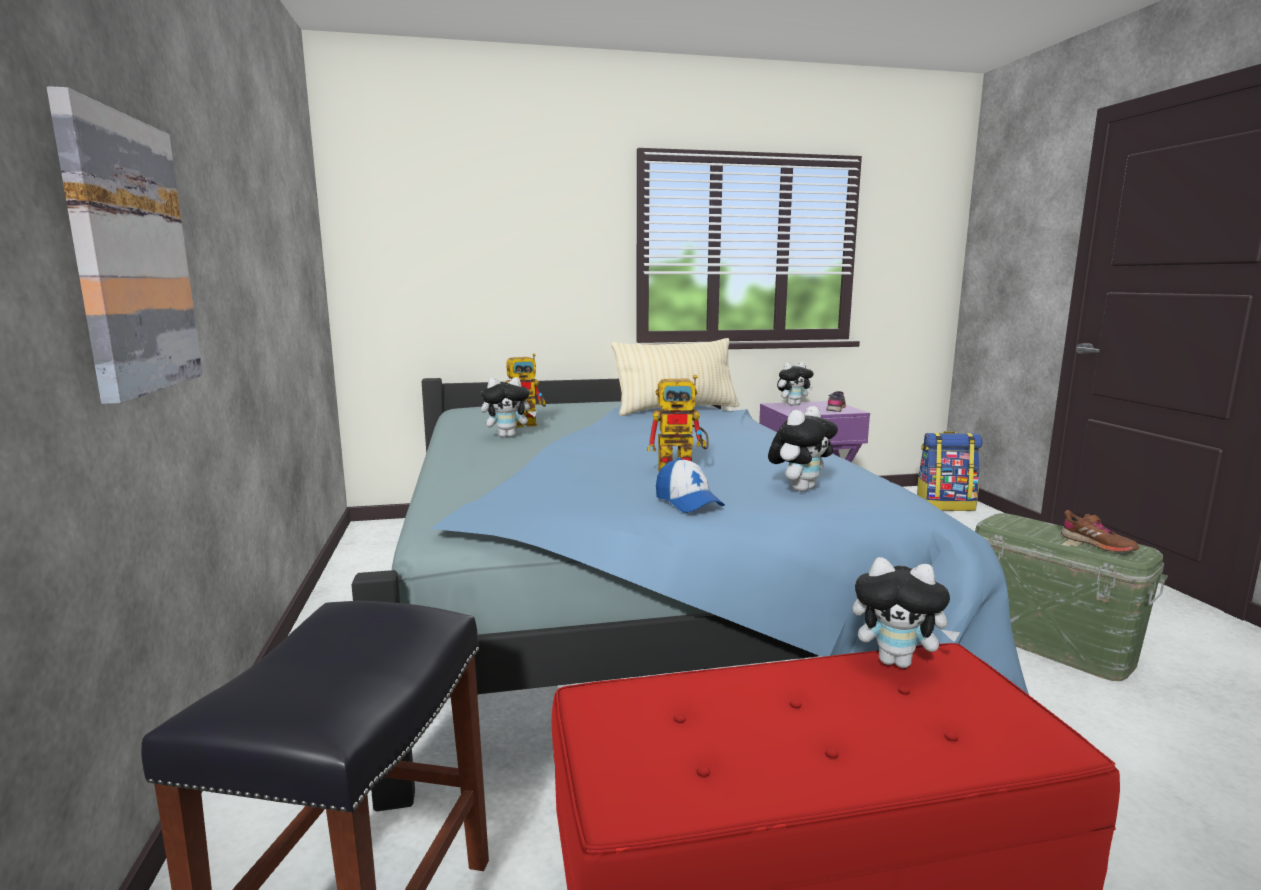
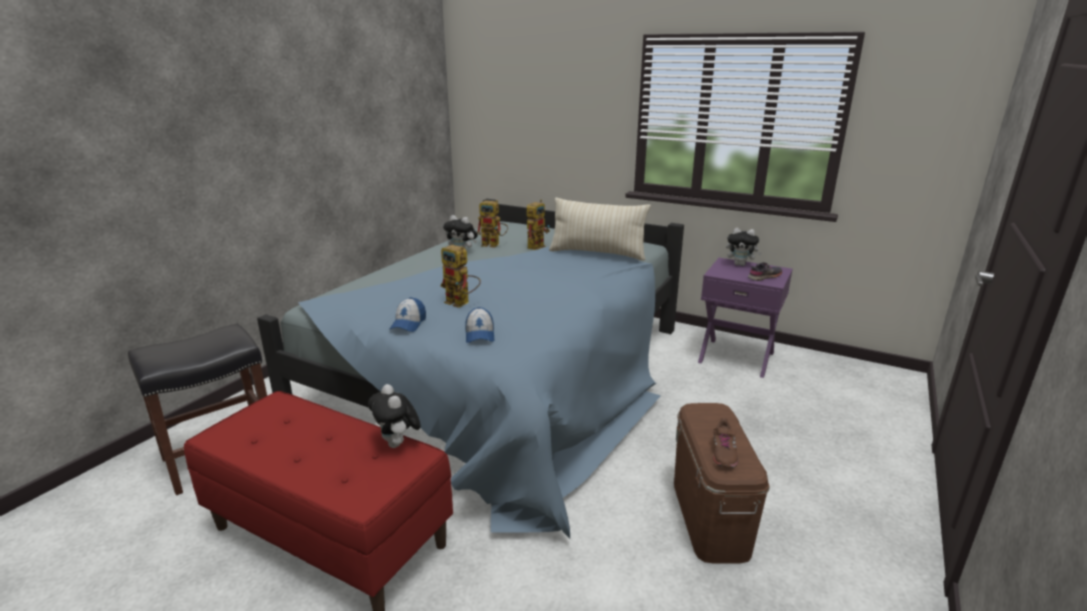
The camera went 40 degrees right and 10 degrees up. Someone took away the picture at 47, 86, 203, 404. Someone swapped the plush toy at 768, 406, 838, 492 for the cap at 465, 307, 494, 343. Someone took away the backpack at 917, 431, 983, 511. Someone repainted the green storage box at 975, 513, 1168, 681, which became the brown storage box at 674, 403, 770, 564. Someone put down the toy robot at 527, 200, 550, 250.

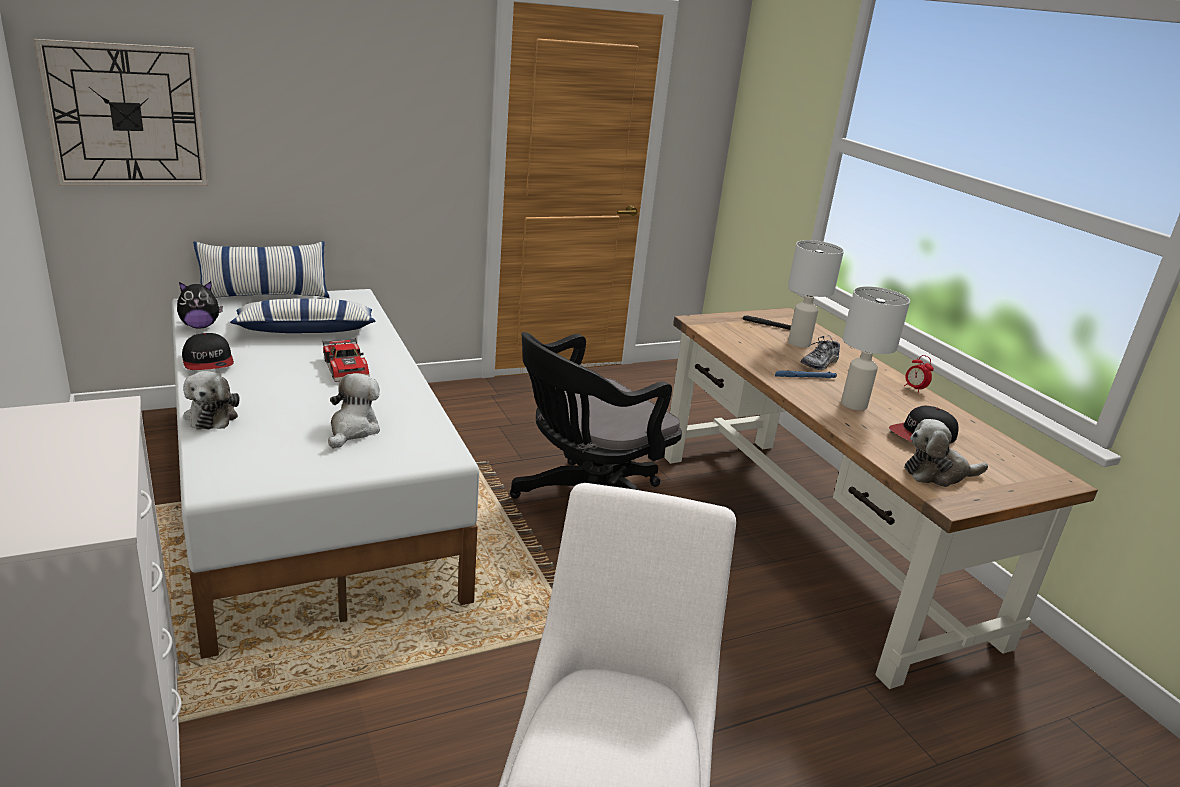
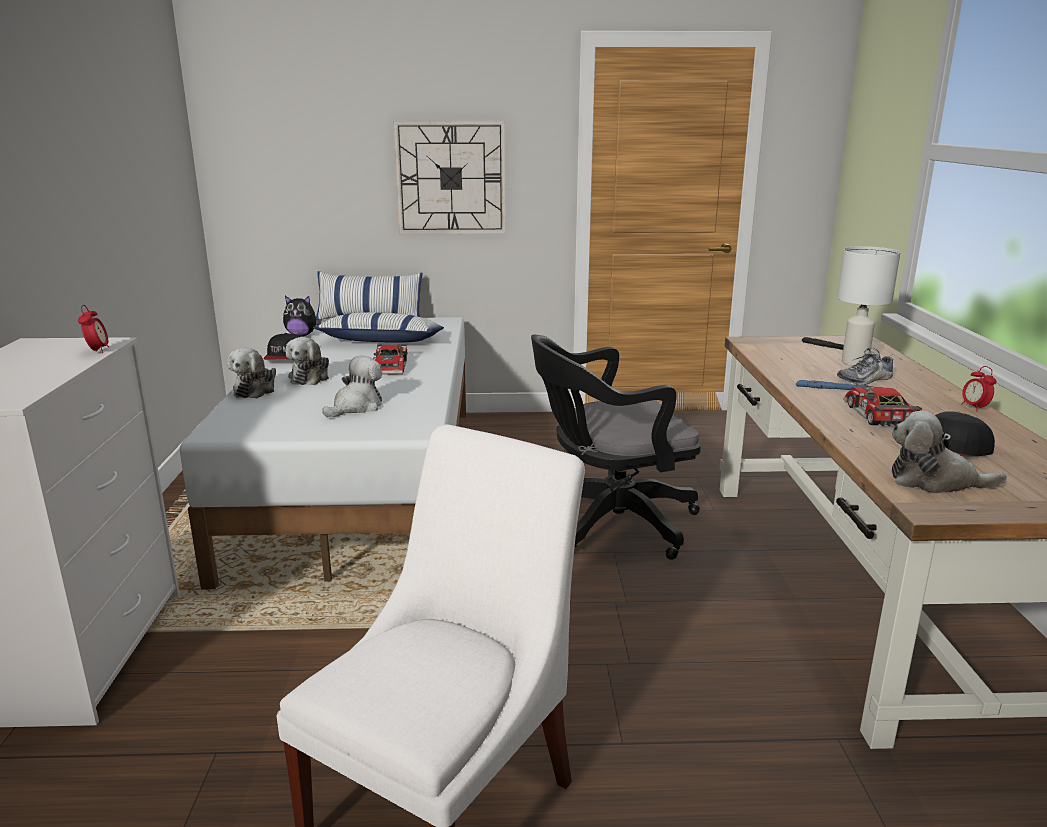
The camera went 25 degrees right and 5 degrees down. Someone carried the wall clock from 34, 39, 208, 186 to 393, 121, 506, 234. Someone swapped the white table lamp at 841, 286, 910, 410 for the toy car at 843, 387, 922, 426. Someone put down the alarm clock at 78, 305, 109, 353. Someone put down the plush toy at 286, 337, 329, 385.

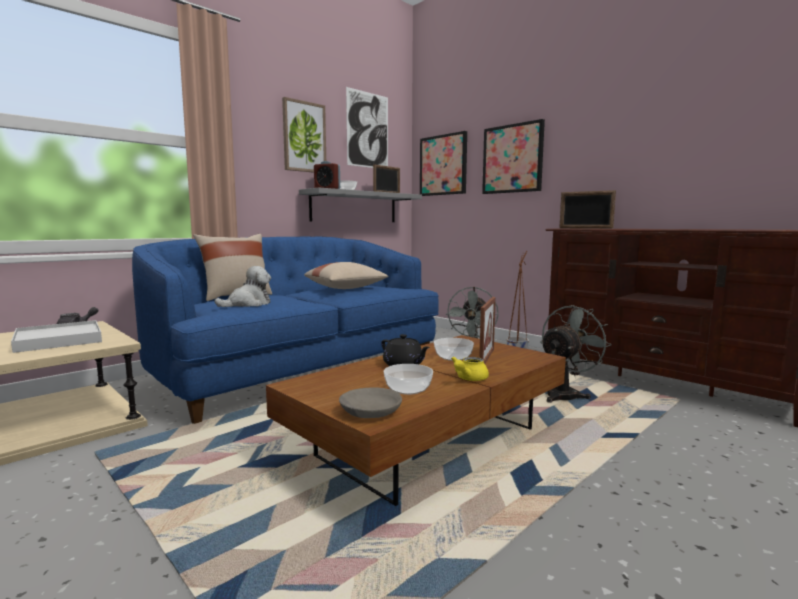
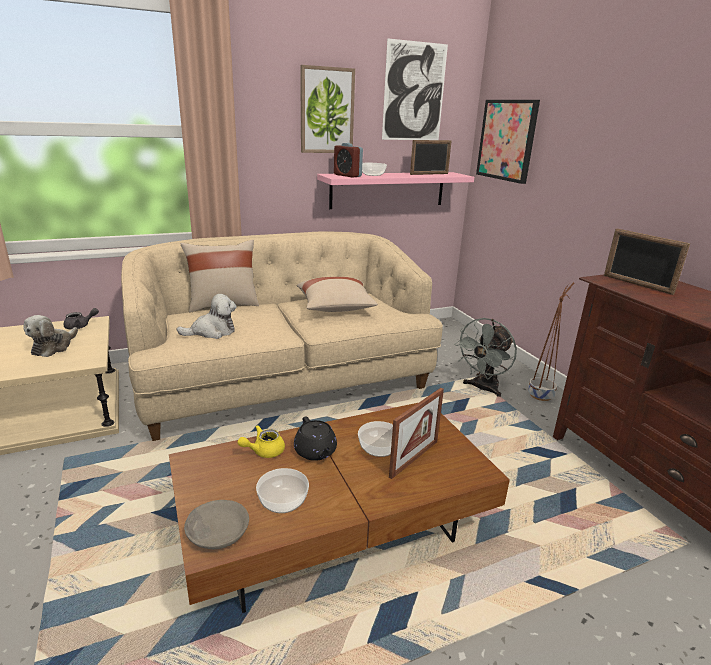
The camera went 20 degrees right and 15 degrees up. Someone swapped the white tray at 11, 320, 102, 353 for the plush toy at 23, 315, 78, 357. Someone repainted the blue sofa at 132, 236, 439, 424, which became the beige sofa at 121, 231, 443, 441. Someone repainted the grey shelf at 299, 188, 422, 222, which became the pink shelf at 317, 172, 474, 209. Someone carried the yellow teapot from 451, 357, 489, 381 to 237, 425, 285, 458. Someone took away the picture at 482, 119, 545, 194. Someone took away the grey fan at 540, 305, 612, 403.

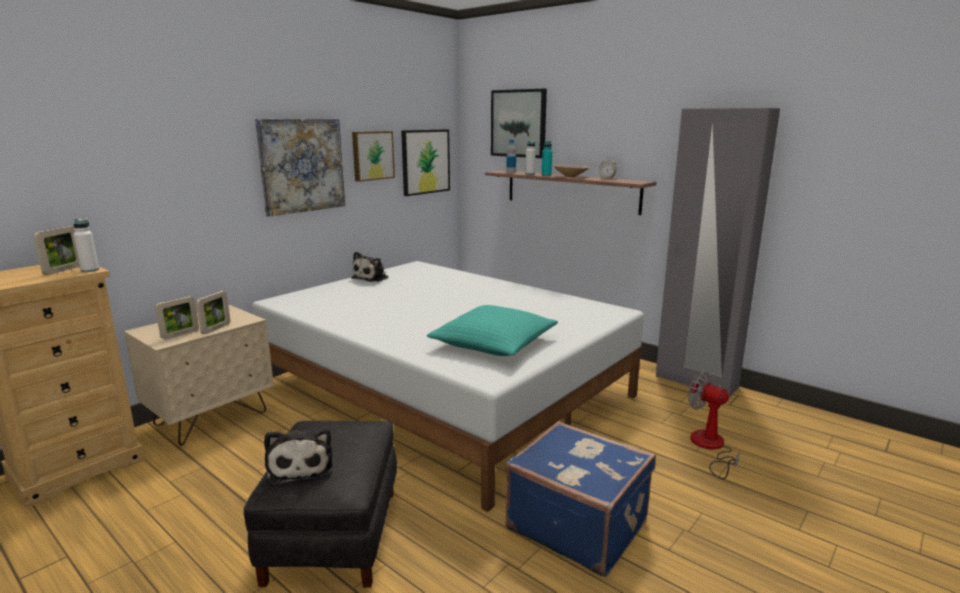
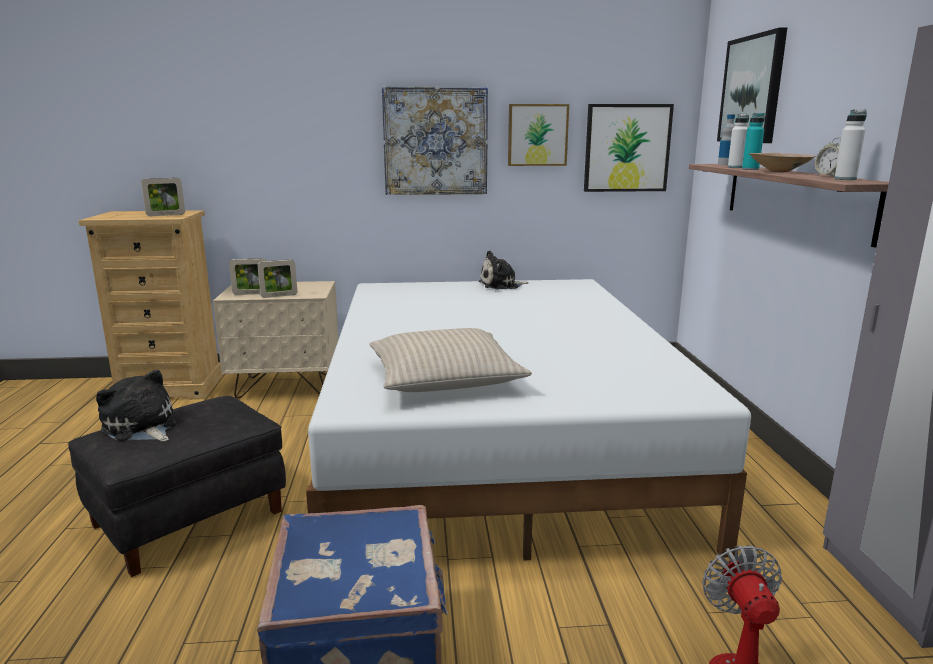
The camera went 45 degrees right and 0 degrees up. Someone carried the white bottle from 73, 218, 99, 272 to 834, 109, 867, 180. Someone rotated the plush toy at 264, 429, 333, 486 by 105 degrees clockwise. Someone repainted the turquoise pillow at 427, 305, 558, 356, which became the beige pillow at 369, 328, 532, 392.

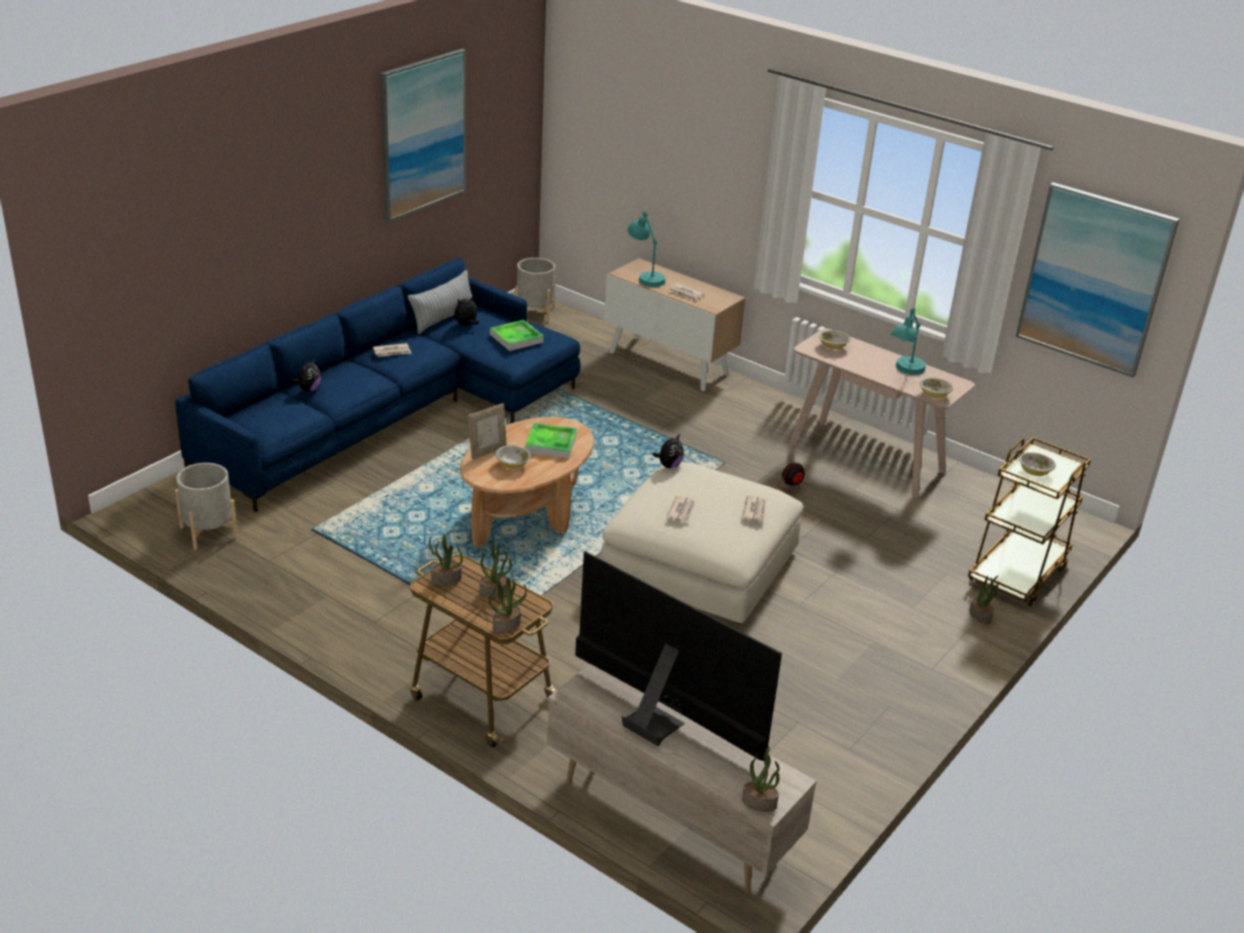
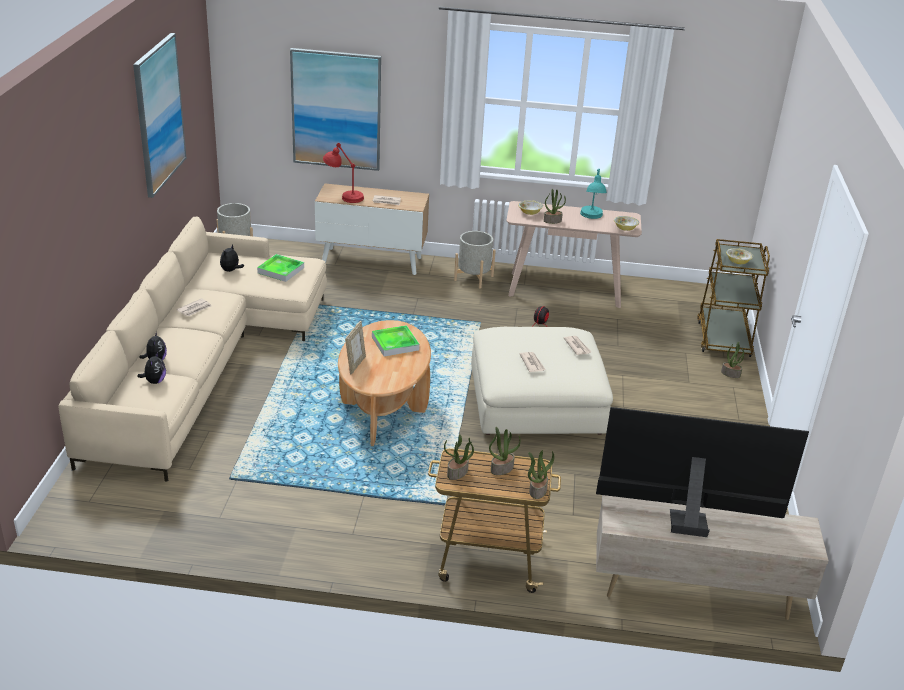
The camera went 30 degrees left and 0 degrees up. Someone repainted the blue sofa at 175, 258, 580, 512, which became the beige sofa at 58, 217, 327, 482. Someone carried the grey planter from 175, 463, 238, 550 to 454, 231, 496, 288. Someone took away the pillow at 408, 270, 476, 334. Someone took away the bowl at 495, 445, 531, 469. Someone repainted the turquoise table lamp at 627, 211, 665, 287, which became the red table lamp at 323, 143, 364, 203. Someone carried the plush toy from 653, 434, 684, 468 to 137, 352, 166, 384. Someone carried the potted plant from 742, 746, 780, 812 to 544, 189, 566, 224. Someone carried the picture from 1016, 182, 1180, 378 to 290, 48, 381, 171.

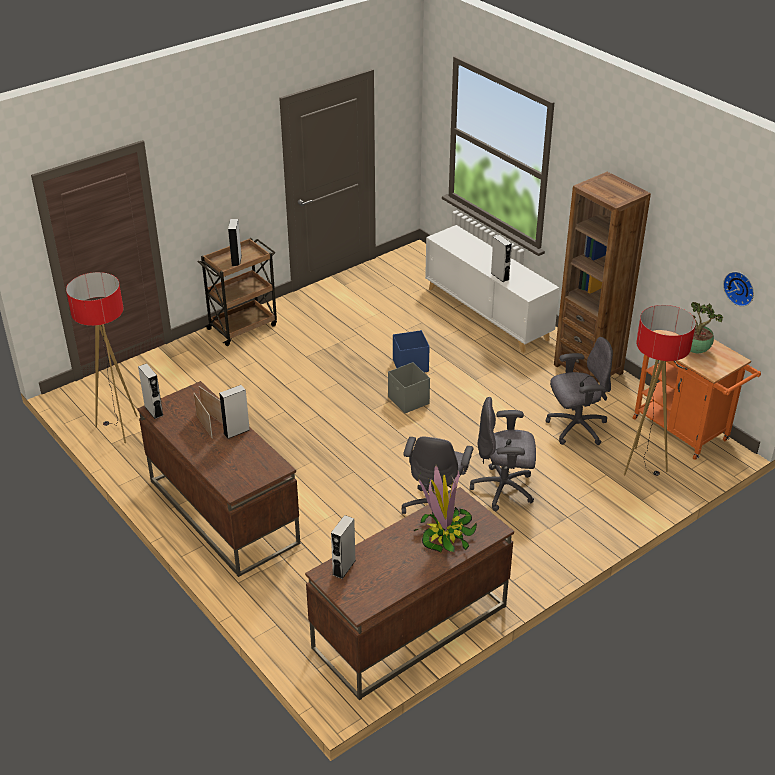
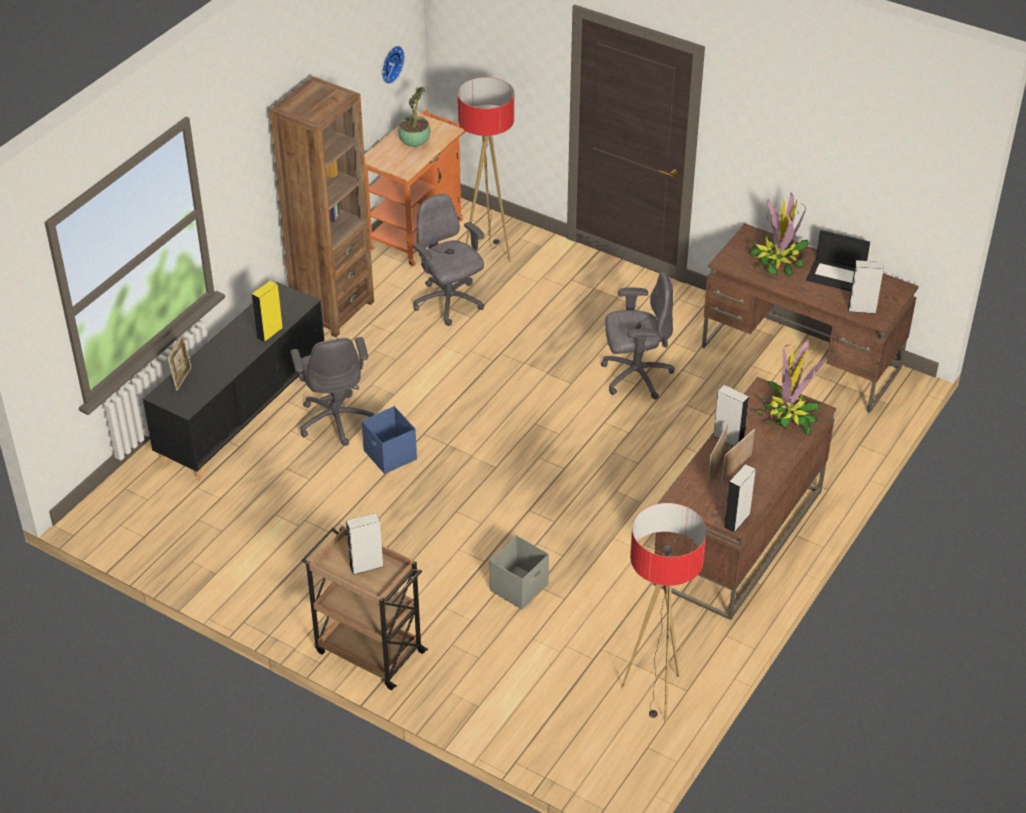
The camera went 110 degrees left and 5 degrees up. Someone carried the grey storage box from 388, 362, 430, 413 to 490, 535, 549, 609. Someone repainted the white cabinet at 425, 225, 559, 353, which became the black cabinet at 143, 282, 324, 481. Someone carried the grey office chair from 470, 397, 536, 511 to 290, 337, 375, 446. Someone repainted the grey speaker at 491, 235, 512, 282, which became the yellow speaker at 252, 281, 283, 342. Someone put down the picture frame at 167, 334, 192, 391. Someone put down the potted plant at 757, 340, 826, 436. Someone put down the laptop at 806, 230, 870, 291.

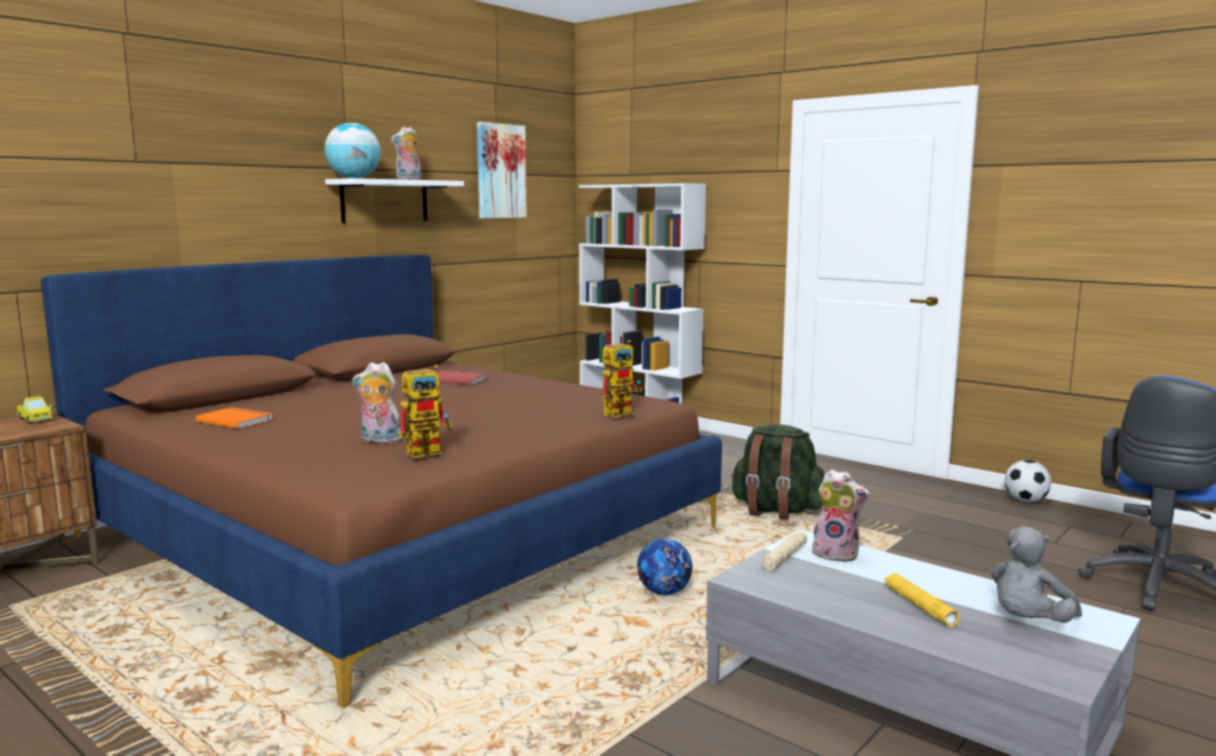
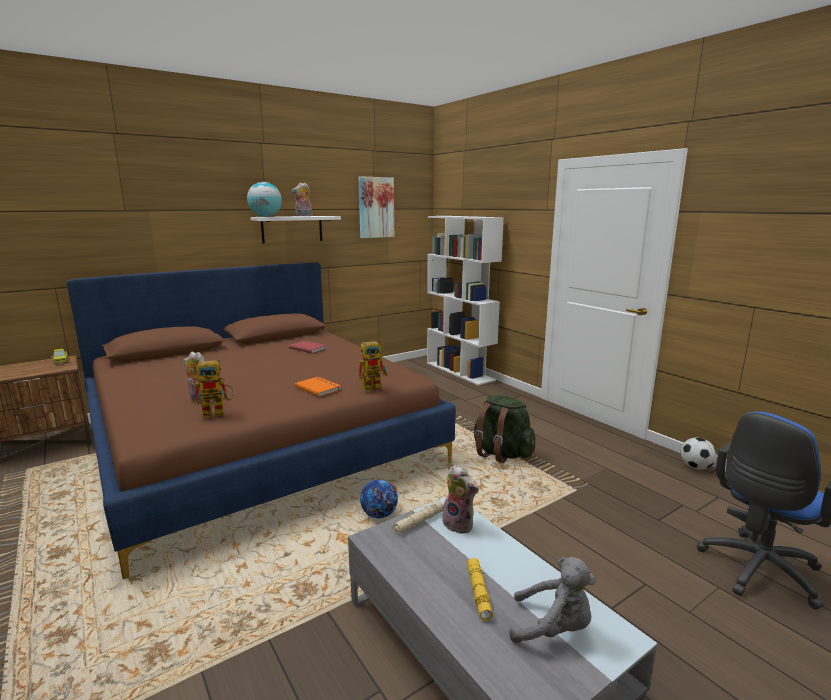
The camera went 15 degrees right and 5 degrees up. Someone carried the orange book from 195, 407, 273, 429 to 295, 377, 341, 397. Someone rotated the grey plush toy at 991, 527, 1082, 623 by 135 degrees counterclockwise.

